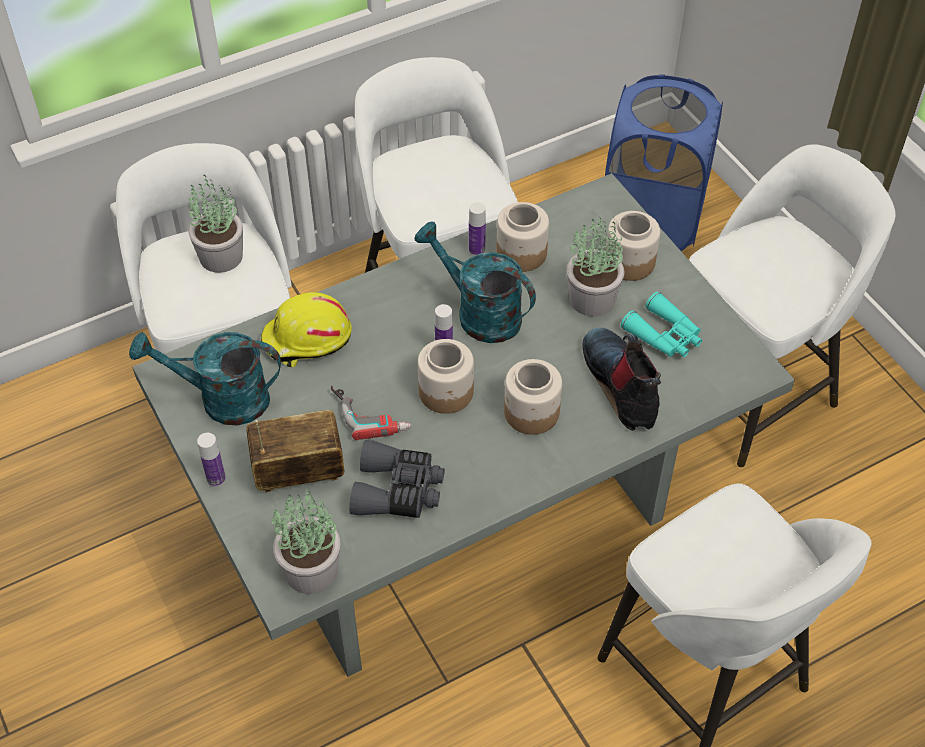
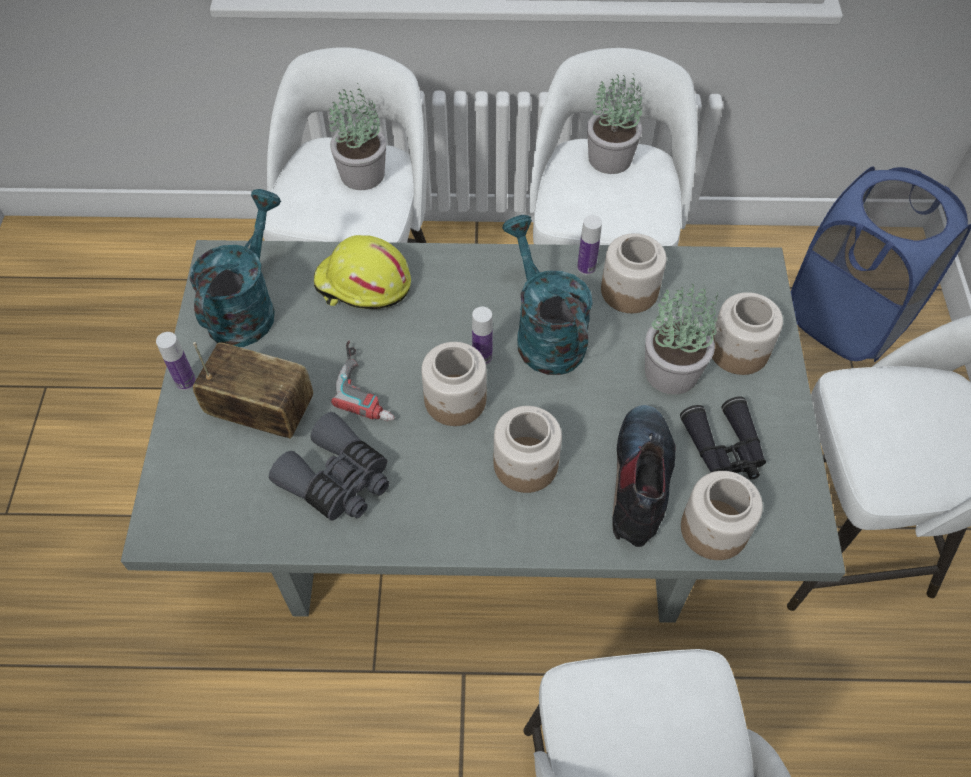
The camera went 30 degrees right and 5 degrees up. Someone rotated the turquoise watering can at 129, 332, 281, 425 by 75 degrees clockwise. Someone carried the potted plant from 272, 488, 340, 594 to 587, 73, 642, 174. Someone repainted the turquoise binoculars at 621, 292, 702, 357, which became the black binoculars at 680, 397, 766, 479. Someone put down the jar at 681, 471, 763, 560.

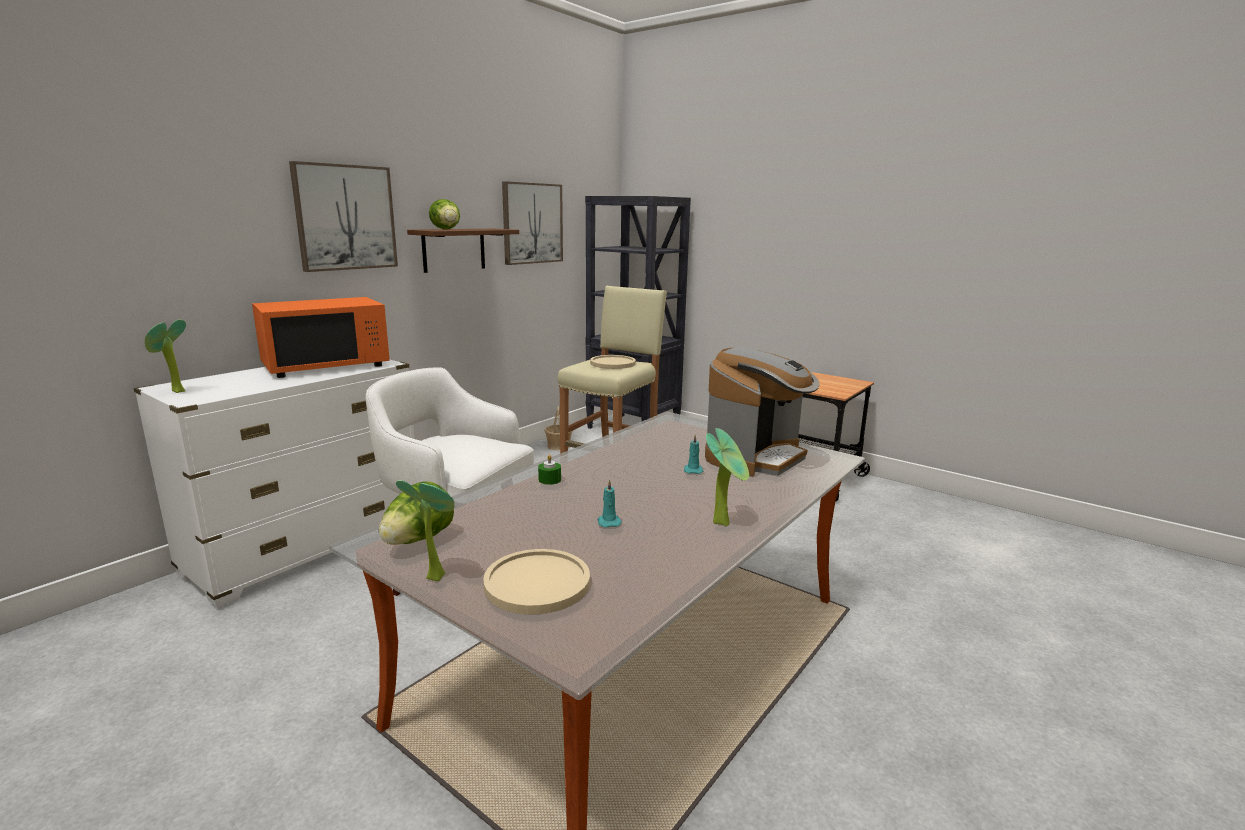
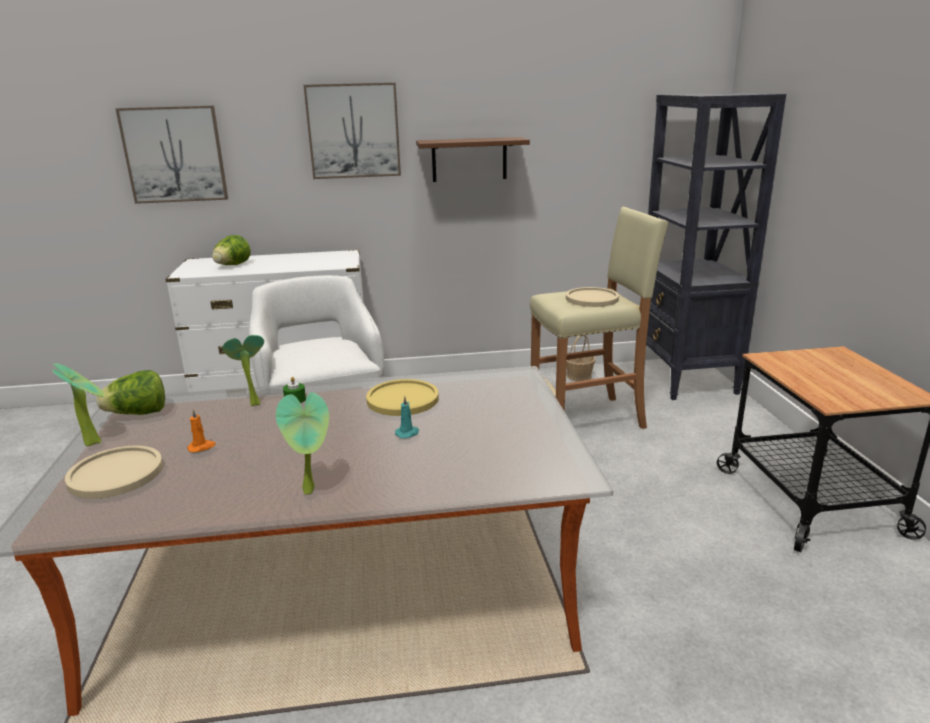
The camera went 45 degrees right and 5 degrees up. Someone carried the potted plant from 145, 320, 186, 393 to 222, 335, 264, 406. Someone took away the orange microwave at 252, 297, 390, 378. Someone carried the lettuce from 429, 199, 460, 229 to 212, 235, 251, 265. Someone carried the picture from 502, 181, 563, 265 to 115, 106, 228, 204. Someone took away the turquoise candle at 598, 480, 622, 527. Someone took away the coffee machine at 705, 347, 820, 476. Someone put down the orange candle at 187, 409, 216, 452. Someone put down the yellow plate at 366, 379, 439, 416.

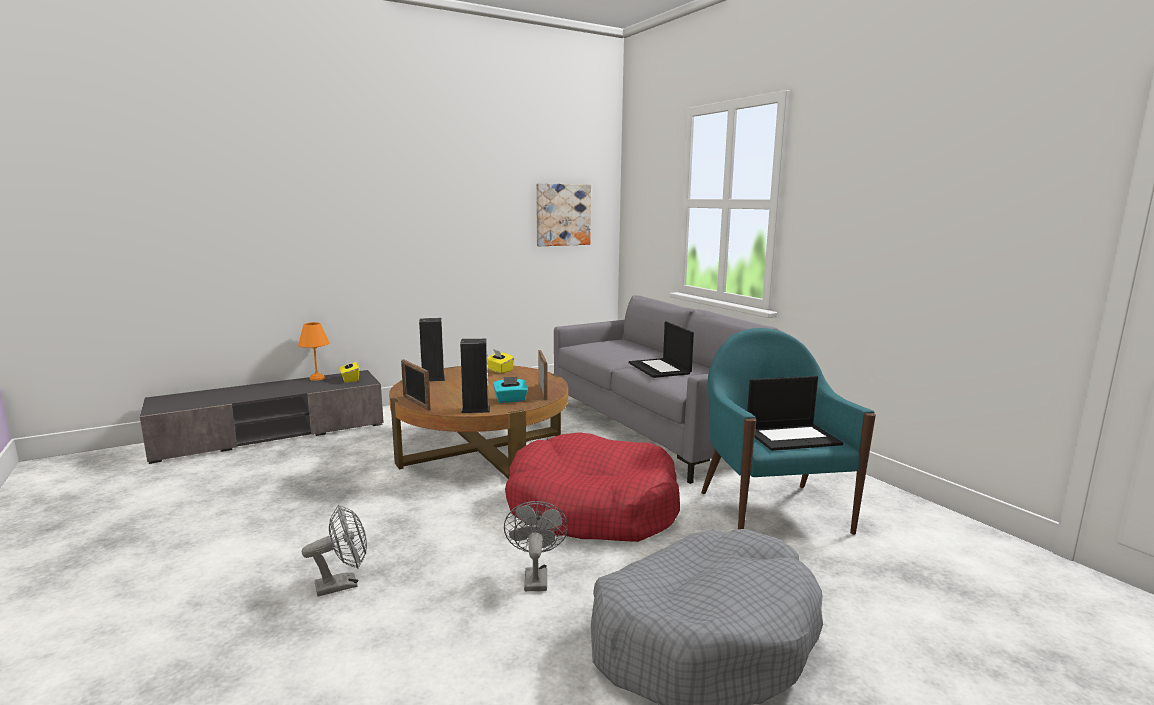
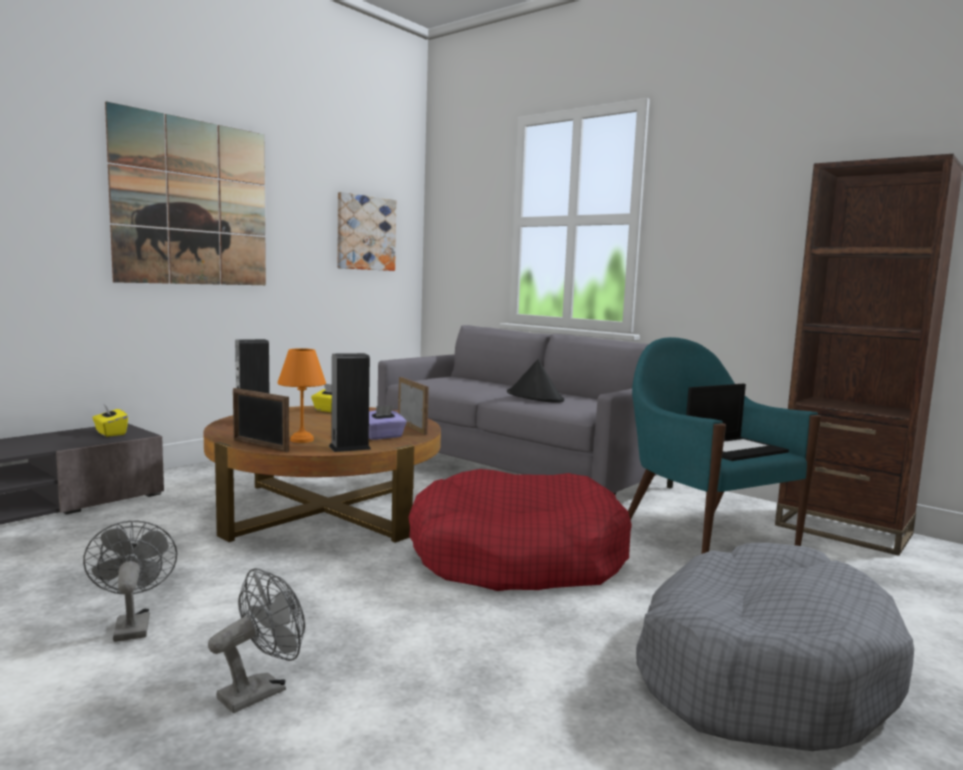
The camera went 20 degrees left and 5 degrees down. Someone carried the orange table lamp from 298, 322, 329, 381 to 278, 348, 326, 443. Someone repainted the turquoise tissue box at 493, 377, 528, 403, which became the purple tissue box at 369, 405, 407, 440. Someone carried the grey fan from 504, 501, 568, 591 to 83, 521, 177, 642. Someone swapped the laptop at 629, 321, 694, 378 for the black hat at 507, 359, 564, 403. Someone put up the picture at 105, 101, 266, 285. Someone put down the brown bookcase at 775, 154, 963, 556.

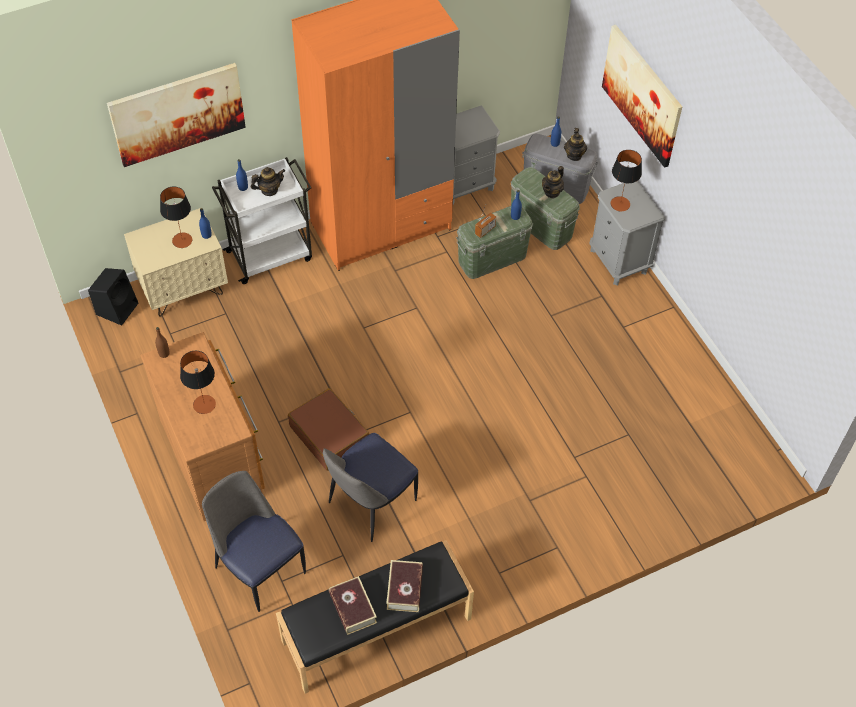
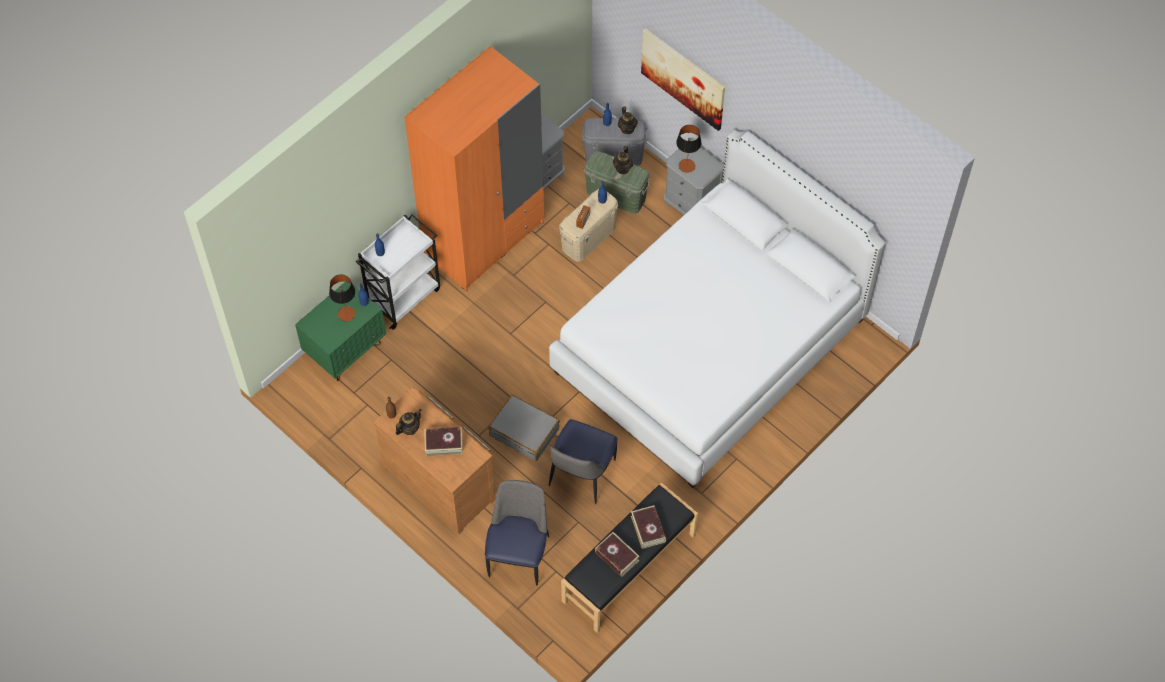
The camera went 20 degrees left and 5 degrees up. Someone took away the black speaker at 88, 268, 138, 326. Someone took away the picture at 107, 63, 245, 167. Someone repainted the beige nightstand at 124, 208, 228, 317, which became the green nightstand at 295, 282, 386, 381. Someone swapped the table lamp at 180, 351, 216, 414 for the book at 424, 427, 463, 456. Someone rotated the chair at 202, 471, 306, 612 by 75 degrees clockwise. Someone carried the teapot from 251, 167, 285, 196 to 396, 409, 421, 435. Someone repainted the brown suitcase at 288, 388, 369, 471, which became the grey suitcase at 488, 395, 560, 461. Someone repainted the green storage box at 456, 206, 533, 279, which became the beige storage box at 559, 189, 618, 262. Someone put down the white bed at 549, 130, 886, 488.

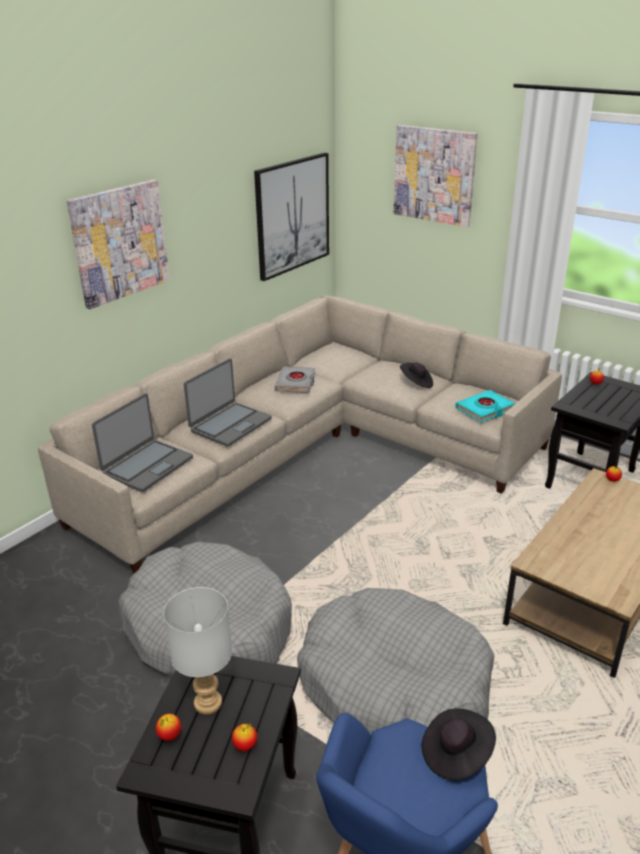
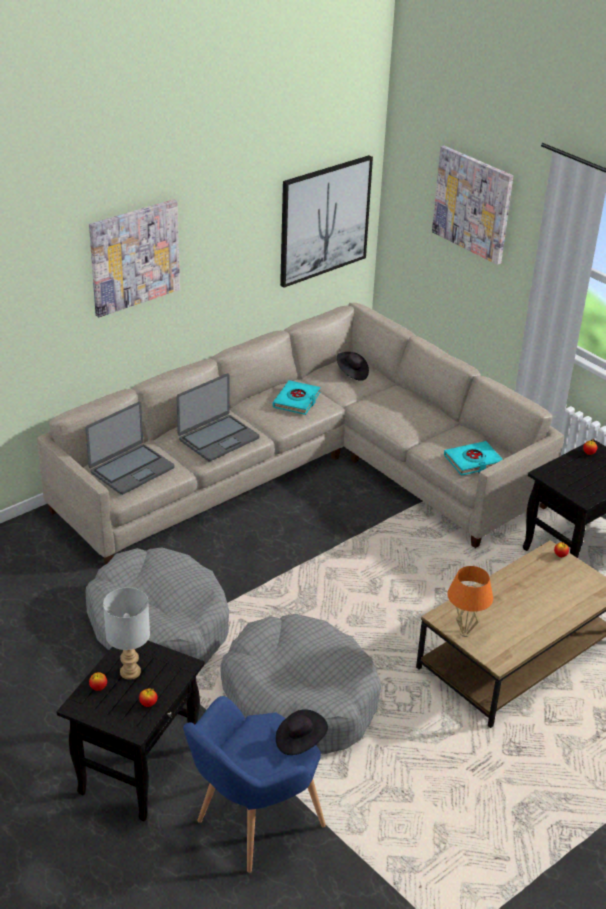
The camera went 10 degrees right and 5 degrees up. Someone repainted the grey book at 275, 366, 316, 393, which became the turquoise book at 272, 380, 320, 415. Someone carried the black hat from 400, 362, 433, 388 to 337, 352, 369, 381. Someone put down the orange table lamp at 448, 566, 493, 637.

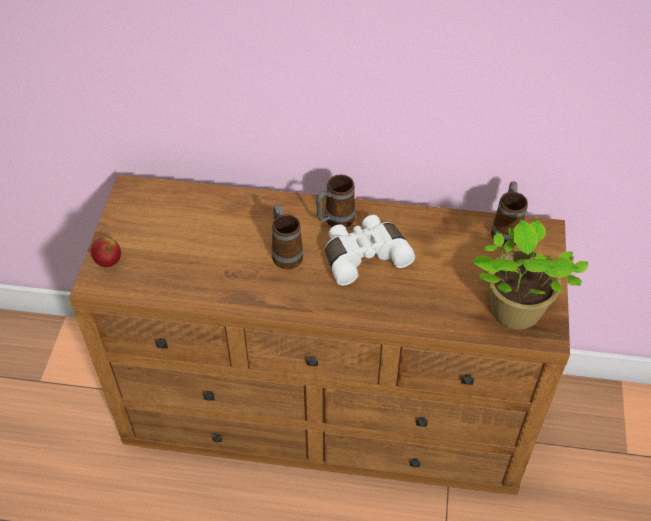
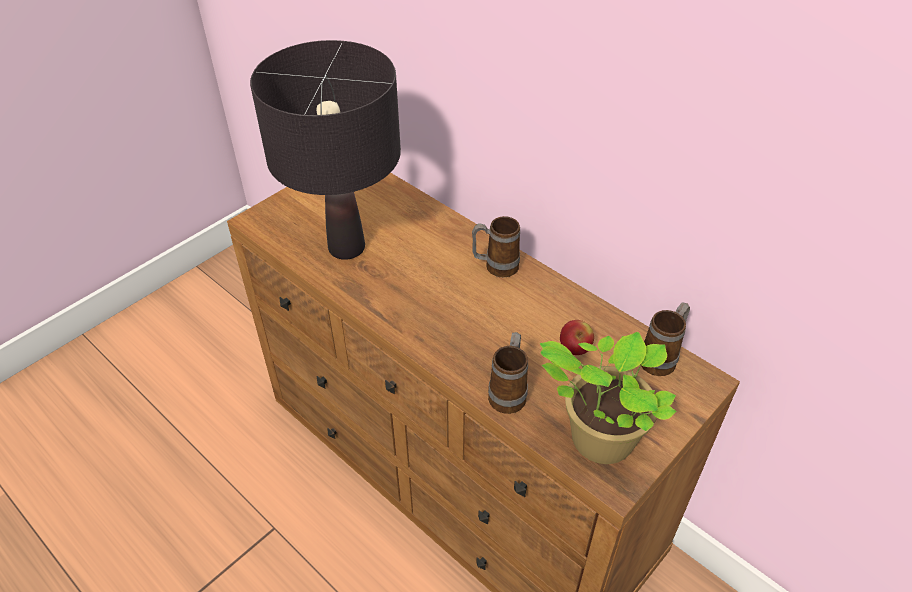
The camera went 35 degrees right and 5 degrees down. Someone carried the apple from 91, 237, 121, 267 to 560, 320, 594, 355. Someone carried the mug from 271, 205, 303, 269 to 488, 332, 528, 414. Someone took away the white binoculars at 325, 215, 416, 285. Someone put down the black table lamp at 250, 40, 401, 259.

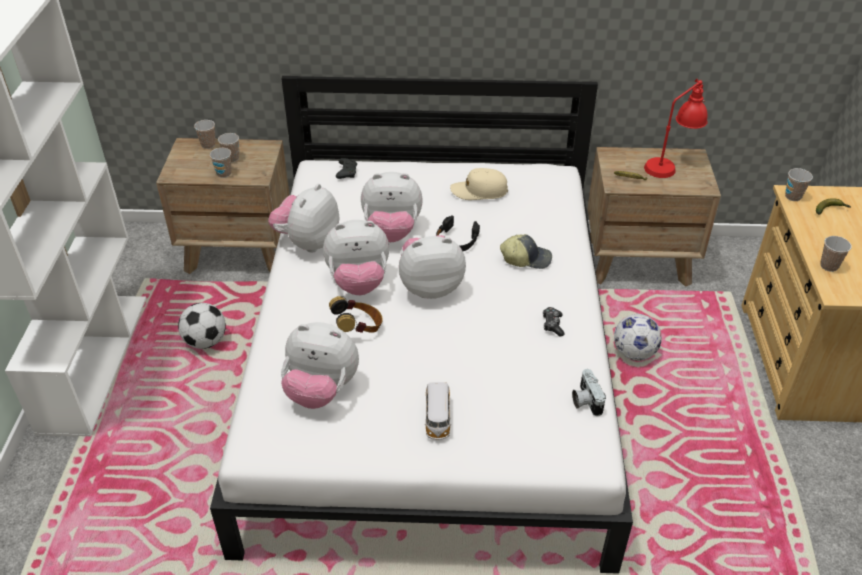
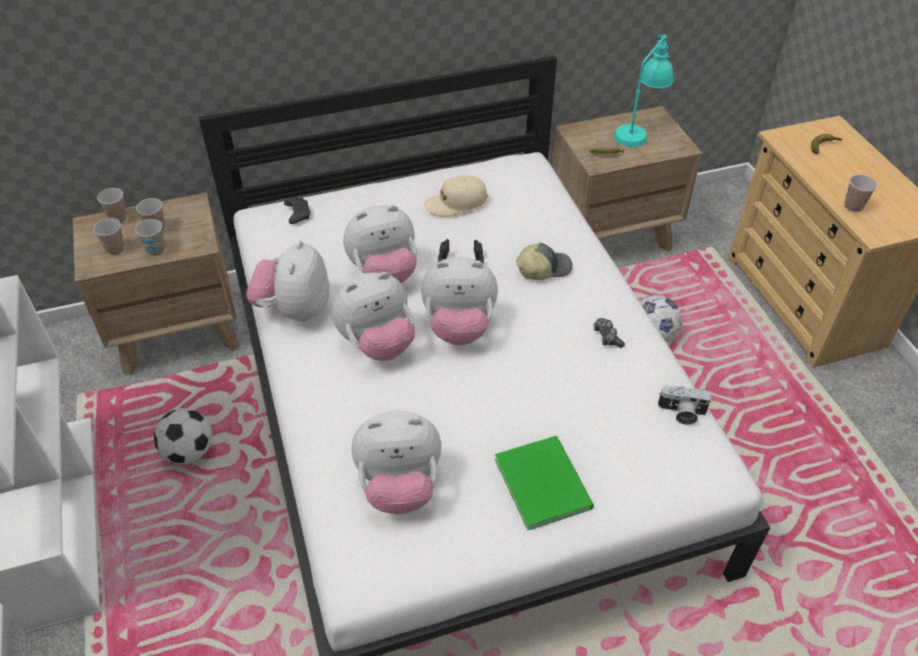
The camera went 20 degrees left and 5 degrees up. Someone took away the headphones at 329, 296, 383, 333. Someone rotated the plush toy at 399, 235, 466, 299 by 150 degrees counterclockwise. Someone swapped the toy car at 425, 382, 451, 440 for the green book at 495, 436, 594, 530. Someone rotated the photo camera at 572, 369, 606, 416 by 45 degrees counterclockwise. Someone repainted the red table lamp at 644, 79, 708, 178, which became the turquoise table lamp at 614, 34, 673, 147. Someone carried the cup from 785, 168, 813, 201 to 93, 218, 124, 255.

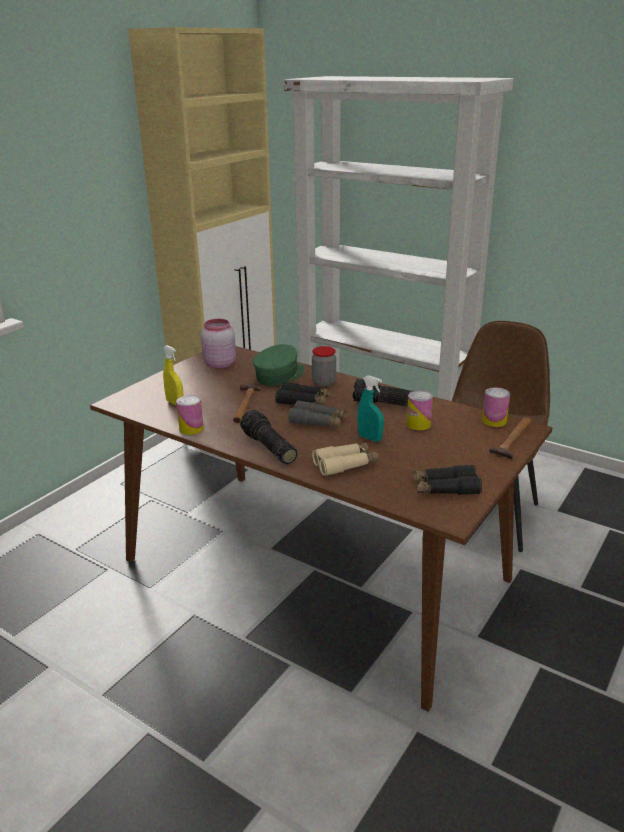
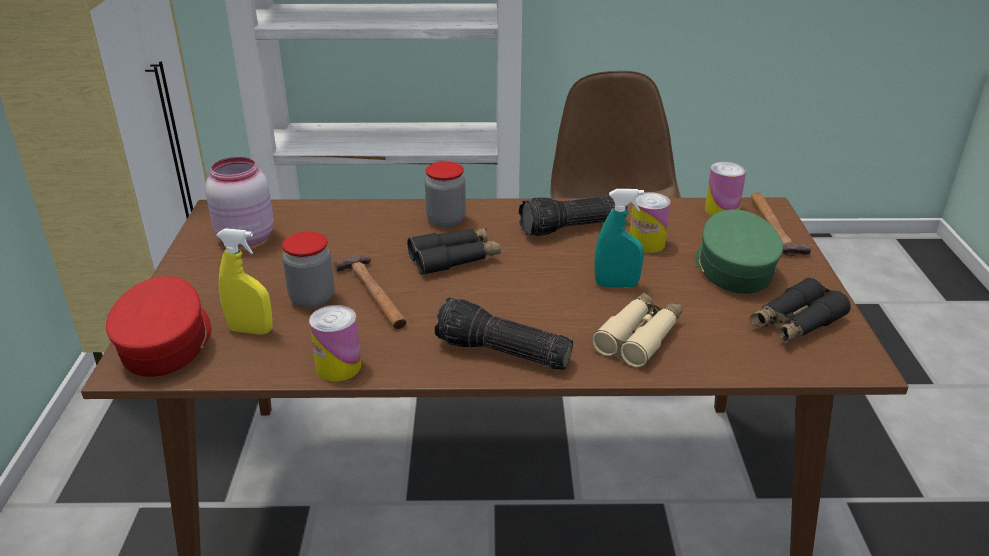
The camera went 35 degrees left and 5 degrees up. Someone carried the green cap from 253, 344, 304, 386 to 695, 209, 783, 294. Someone took away the grey binoculars at 288, 400, 348, 427. Someone put down the red cap at 106, 276, 211, 377. Someone put down the jar at 282, 232, 334, 308.

